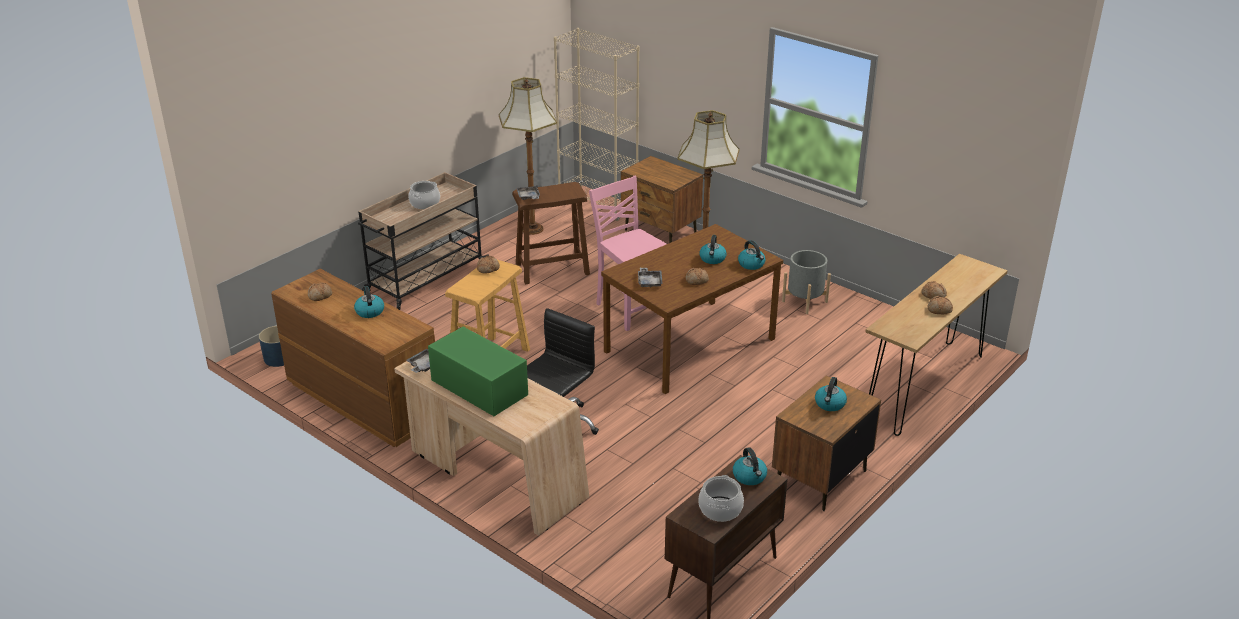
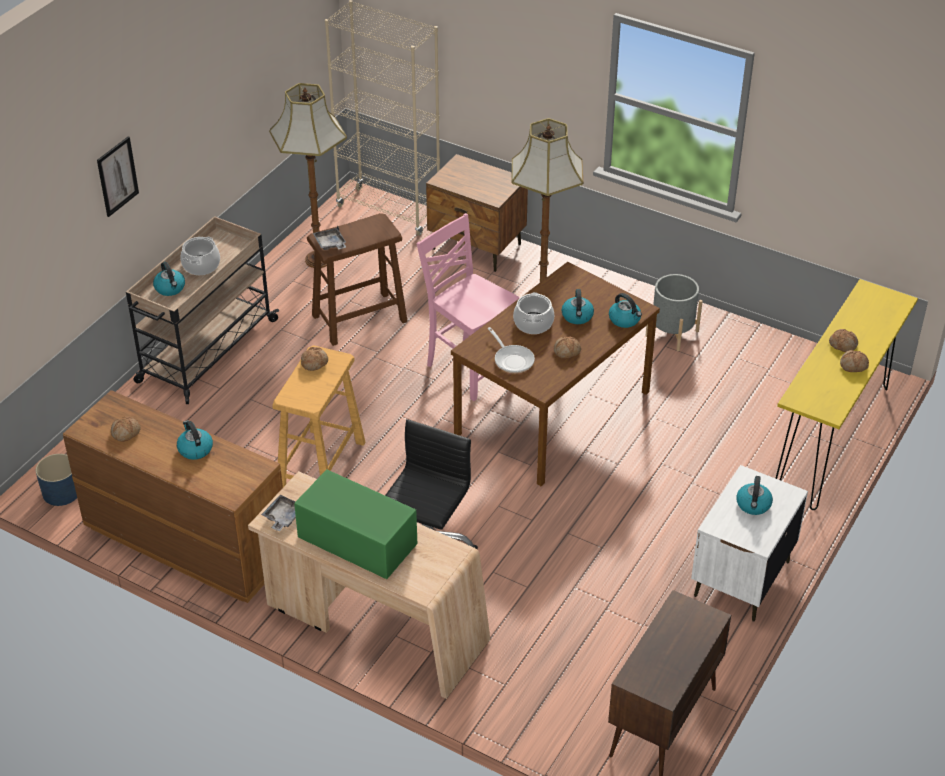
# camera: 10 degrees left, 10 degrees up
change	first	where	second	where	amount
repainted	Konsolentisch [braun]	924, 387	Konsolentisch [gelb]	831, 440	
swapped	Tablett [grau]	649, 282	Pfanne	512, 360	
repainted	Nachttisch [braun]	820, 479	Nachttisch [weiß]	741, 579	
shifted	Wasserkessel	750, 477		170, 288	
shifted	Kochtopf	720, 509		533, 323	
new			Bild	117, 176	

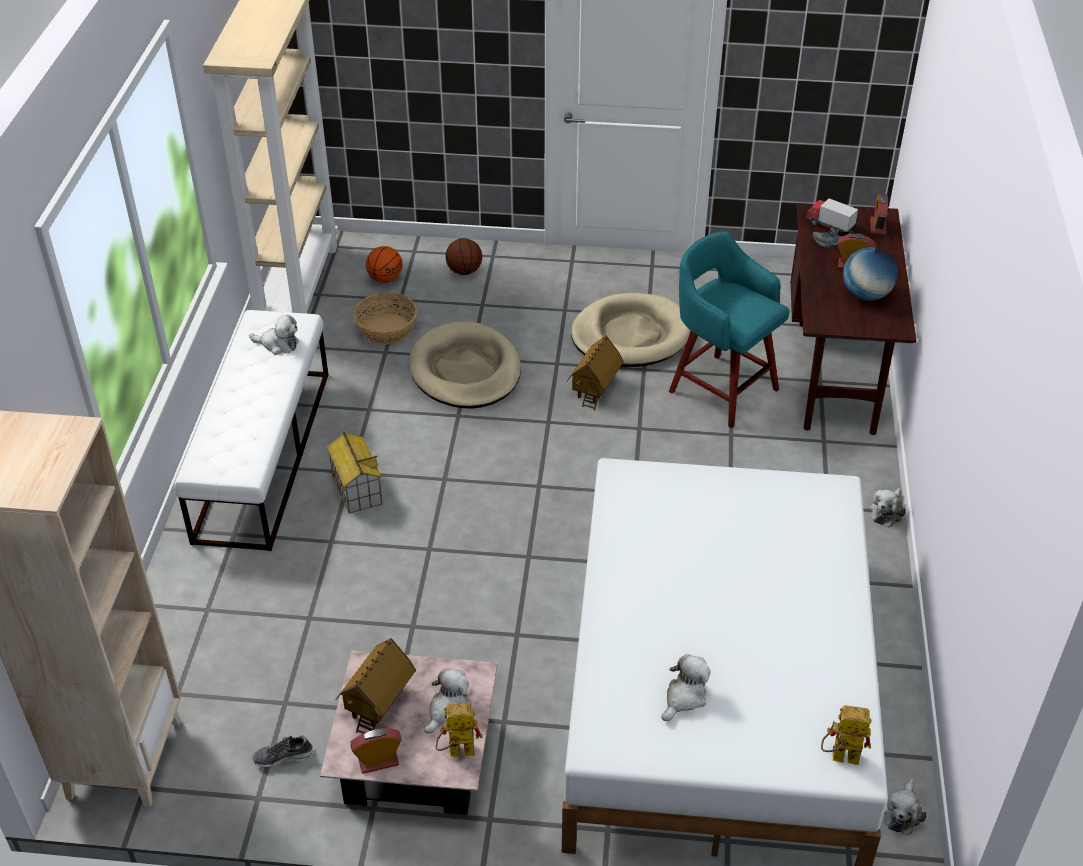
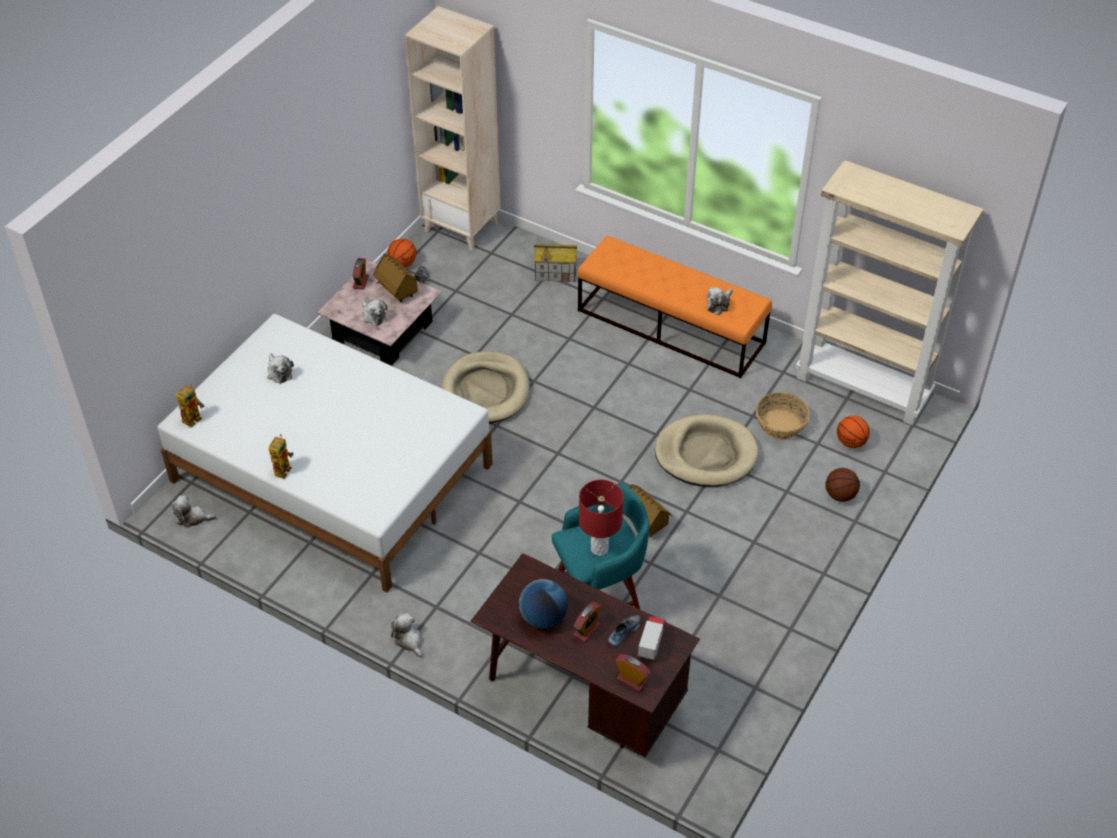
# camera: 115 degrees right, 5 degrees up
change	first	where	second	where	amount
rotated	Spielzeuglaster	829, 226		651, 643	45 degrees counterclockwise
shifted	Hundebett [beige]	630, 335		485, 391	
repainted	Bank [weiß]	263, 454	Bank [orange]	671, 327	
shifted	Spielzeughaus	356, 489		556, 273	
shifted	Spielzeugroboter	455, 752		283, 468	
rotated	Plüschtier	901, 812		192, 518	45 degrees counterclockwise
new			Basketball	402, 263	
new			Tischlampe [rot]	599, 548	

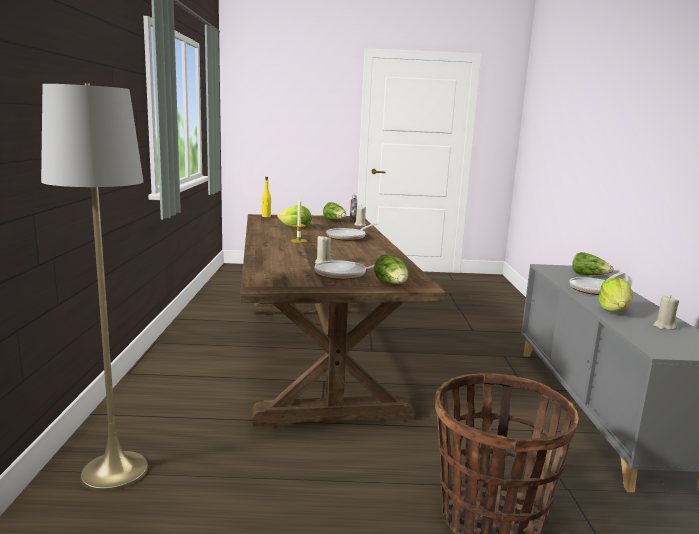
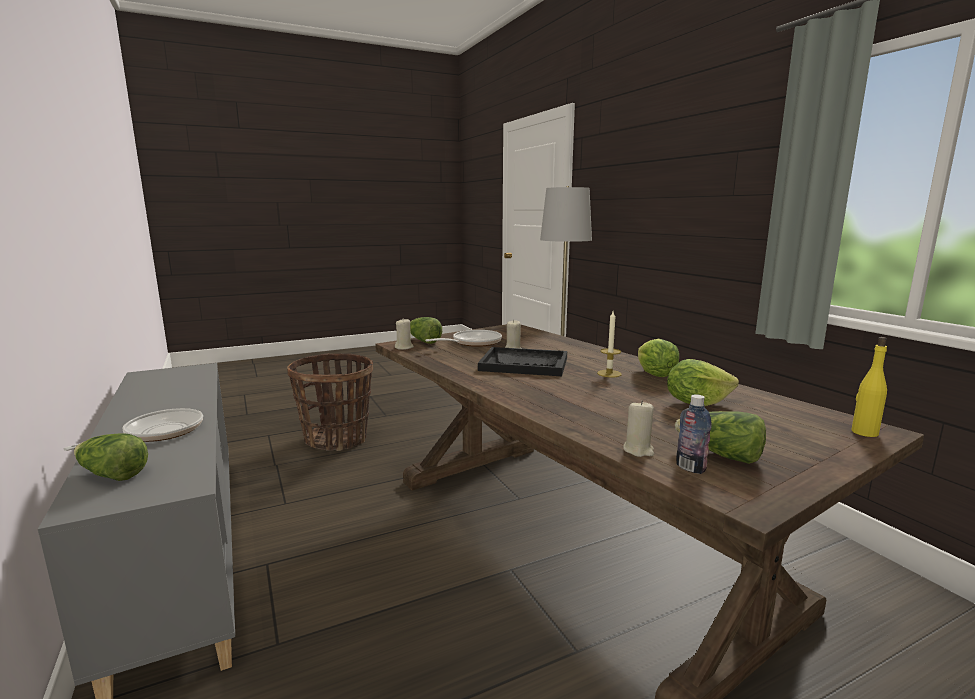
# camera: 155 degrees right, 0 degrees up
change	first	where	second	where	amount
gone	Pfanne	348, 237			
shifted	Salatkopf	614, 311		655, 375	
shifted	Kerze [beige]	664, 326		404, 347	
new			Tablett [schwarz]	524, 364	

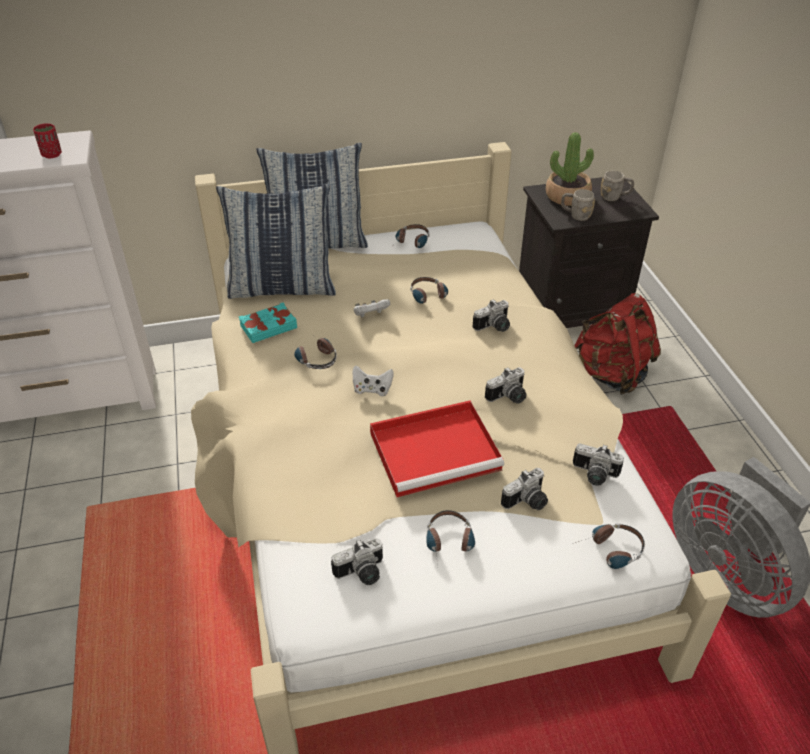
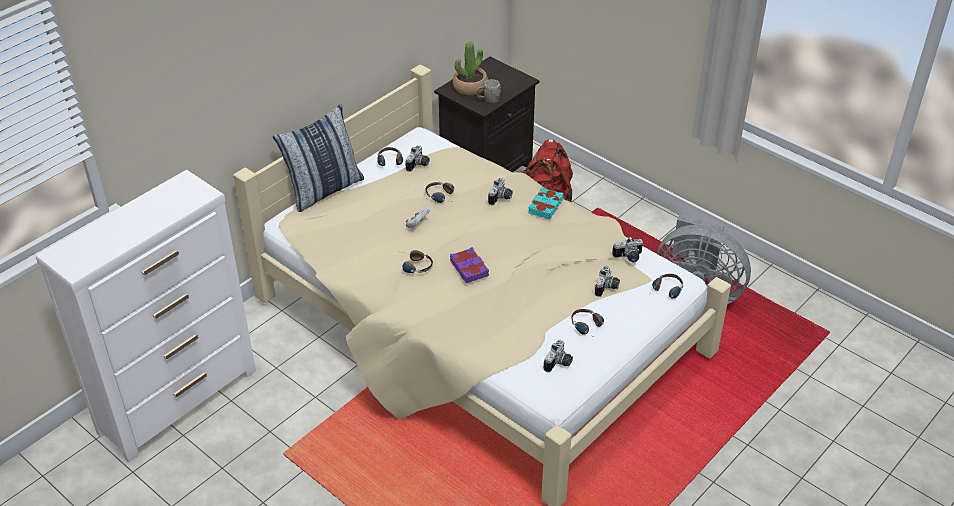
# camera: 35 degrees left, 0 degrees up
change	first	where	second	where	amount
gone	Tasse [rot]	52, 155			
gone	Henkelbecher [grau]	614, 197			
gone	Kissen	282, 287			
shifted	Buch [türkis]	268, 326		545, 206	
swapped	Gamepad [weiß]	372, 389	Buch [lila]	469, 268	
shifted	Kamera	509, 397		419, 165	
gone	Tablett [rot]	437, 450			

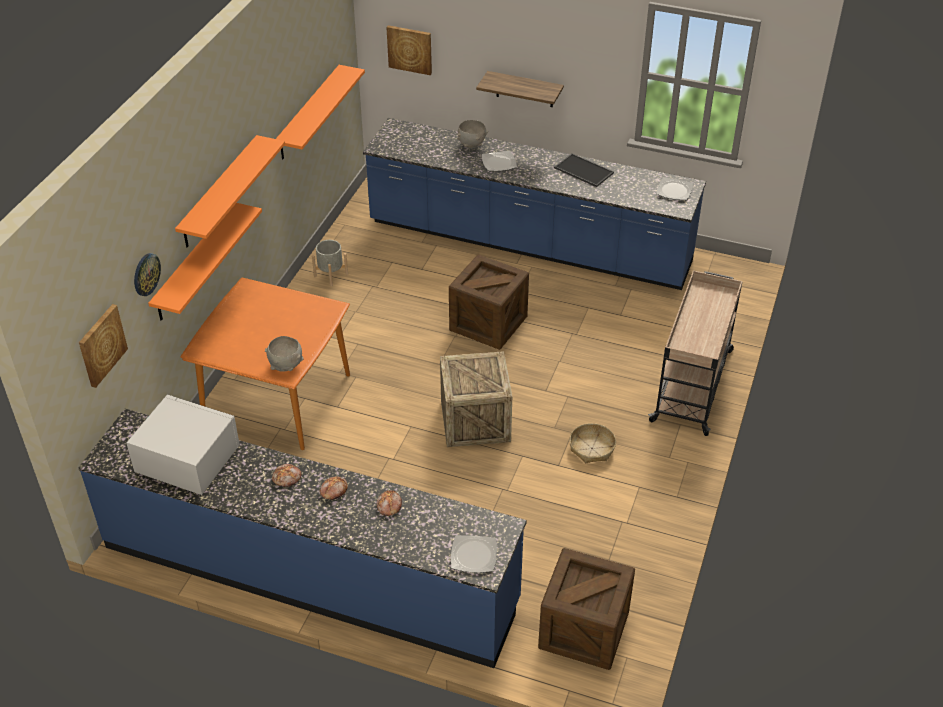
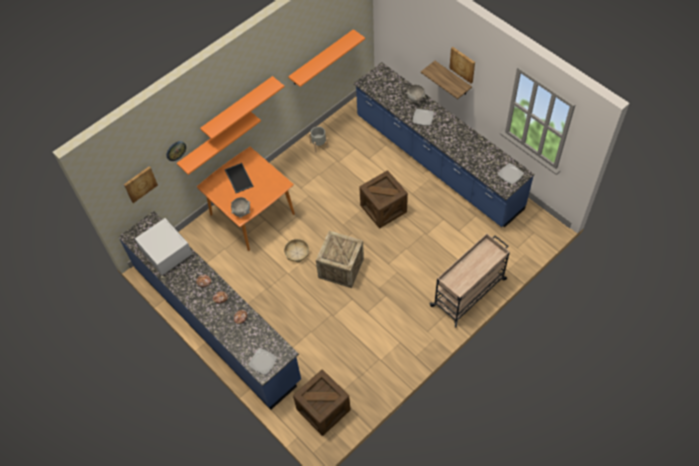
# camera: 30 degrees right, 15 degrees up
change	first	where	second	where	amount
shifted	Bild	410, 49		462, 64	
shifted	Tablett	582, 170		238, 178	
shifted	Korb	592, 448		297, 253	

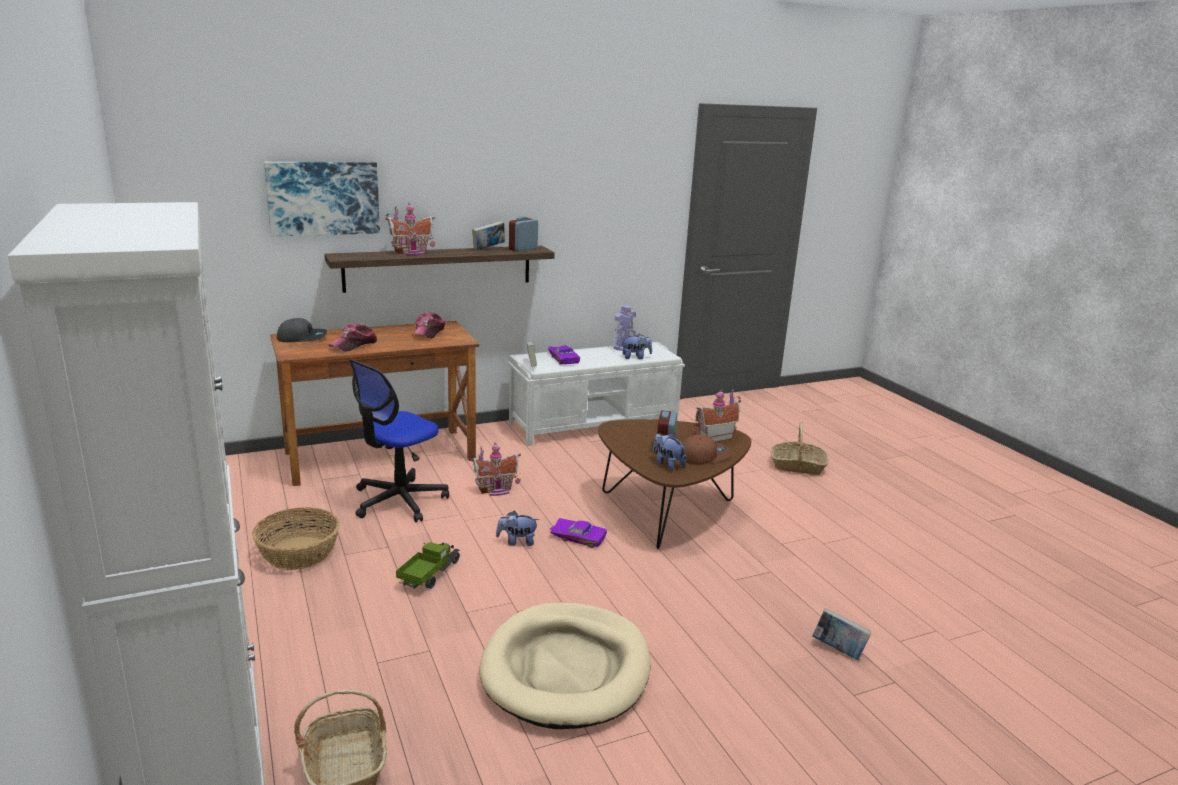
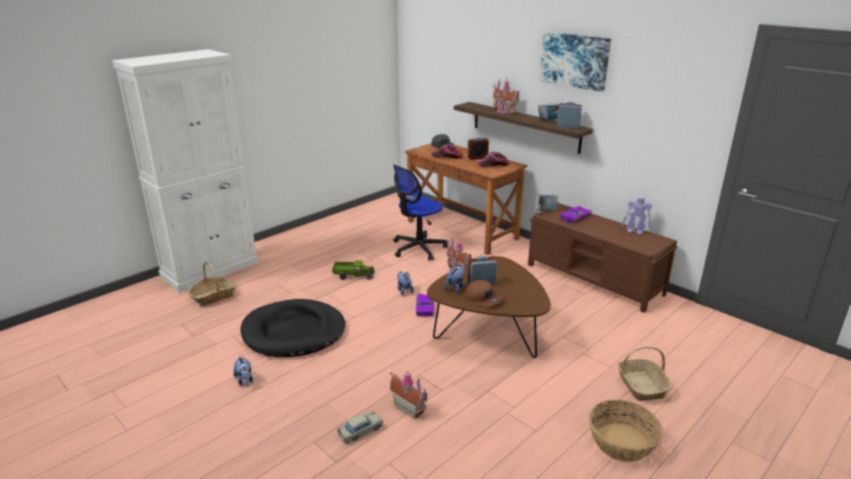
# camera: 70 degrees right, 5 degrees up
change	first	where	second	where	amount
shifted	Bild	323, 198		574, 60	
shifted	Plüschtier	635, 357		245, 381	
repainted	Bank [weiß]	595, 424	Bank [braun]	594, 279	
rotated	Bürostuhl	399, 500		418, 248	60 degrees counterclockwise
shifted	Spielzeughaus	713, 437		410, 407	
shifted	Korb	299, 553		621, 442	
repainted	Hundebett [beige]	566, 669	Hundebett [schwarz]	294, 332	
swapped	Buch	838, 650	Spielzeugauto [beige]	360, 431	
new			Wecker	477, 158	

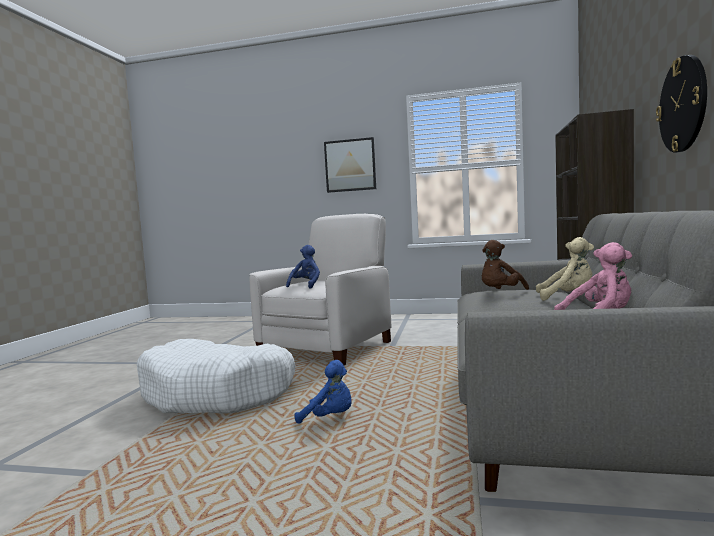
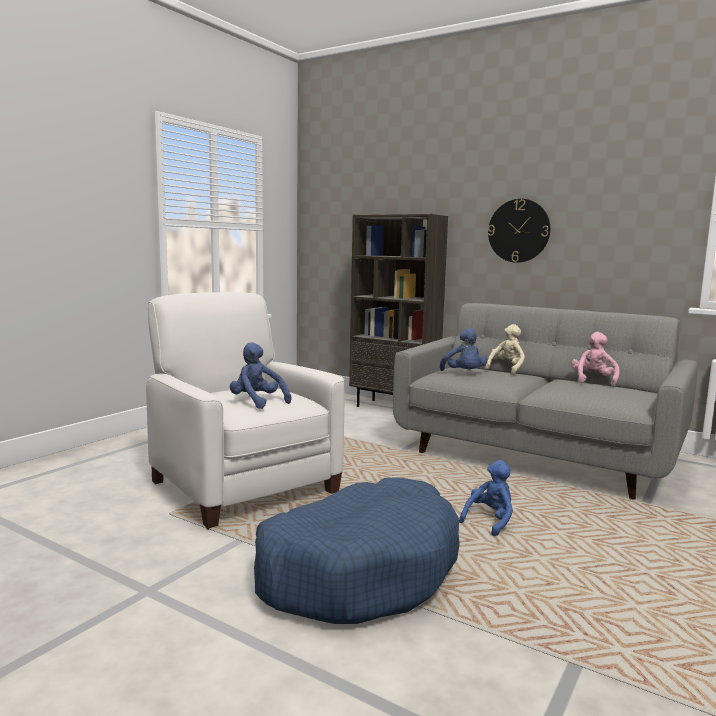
# camera: 70 degrees left, 5 degrees up
change	first	where	second	where	amount
gone	Bild	350, 165			
repainted	Plüschtier [braun]	500, 293	Plüschtier [blau]	464, 374	
repainted	Hundebett [weiß]	218, 394	Hundebett [blau]	358, 571	

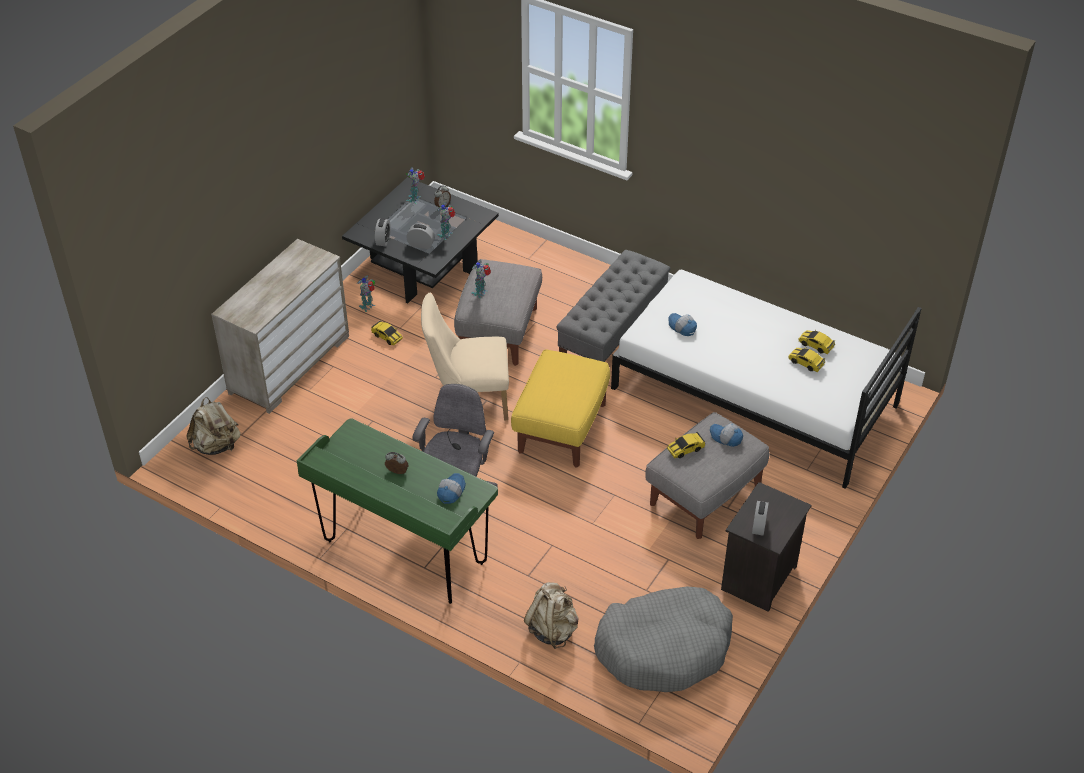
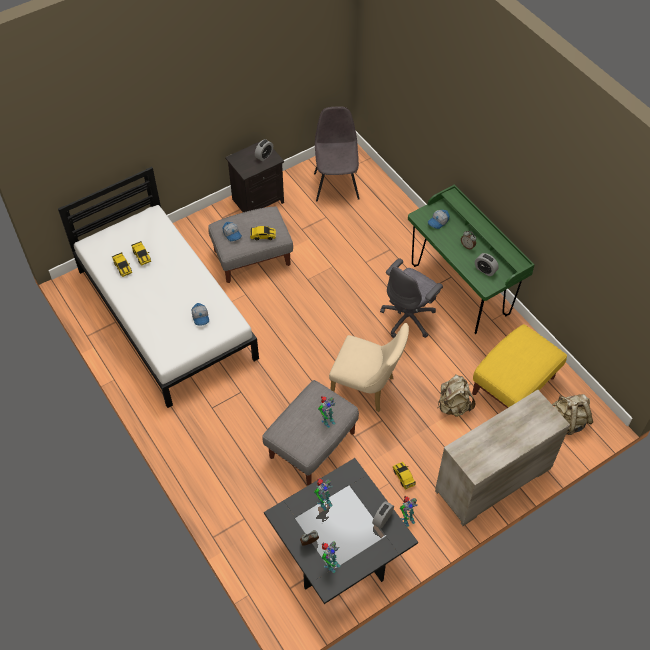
# camera: 155 degrees left, 10 degrees up
change	first	where	second	where	amount
shifted	Wecker	421, 245		485, 270	
gone	Bank [grau]	612, 338			
shifted	Polsterhocker [gelb]	562, 427		513, 386	
shifted	Rucksack [beige]	552, 629		453, 405	
swapped	Hundebett [grau]	664, 648	Stuhl [grau]	336, 185	

